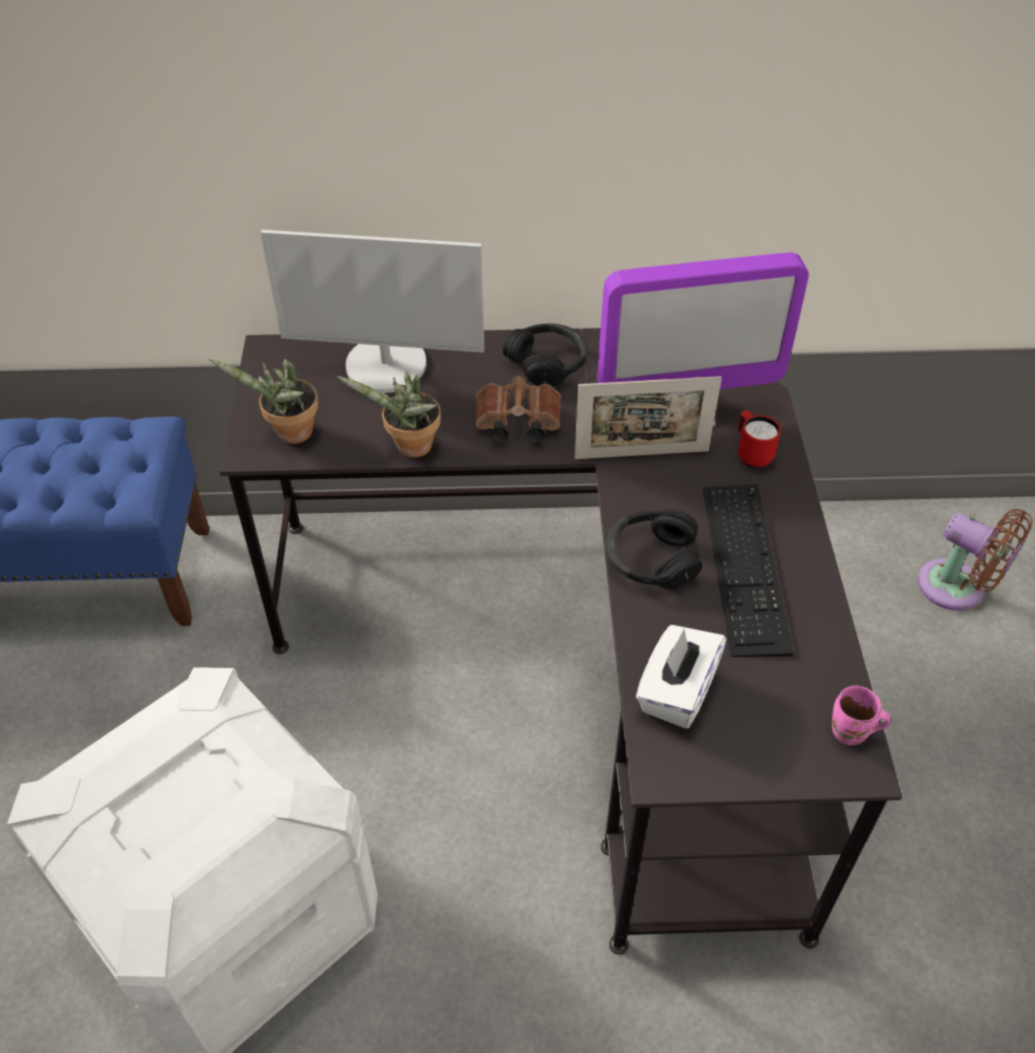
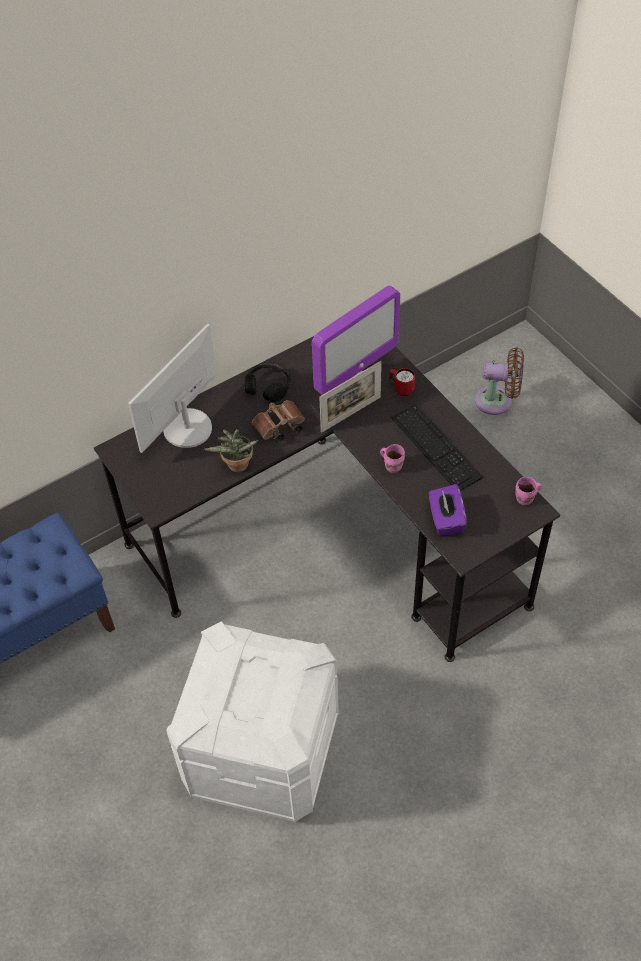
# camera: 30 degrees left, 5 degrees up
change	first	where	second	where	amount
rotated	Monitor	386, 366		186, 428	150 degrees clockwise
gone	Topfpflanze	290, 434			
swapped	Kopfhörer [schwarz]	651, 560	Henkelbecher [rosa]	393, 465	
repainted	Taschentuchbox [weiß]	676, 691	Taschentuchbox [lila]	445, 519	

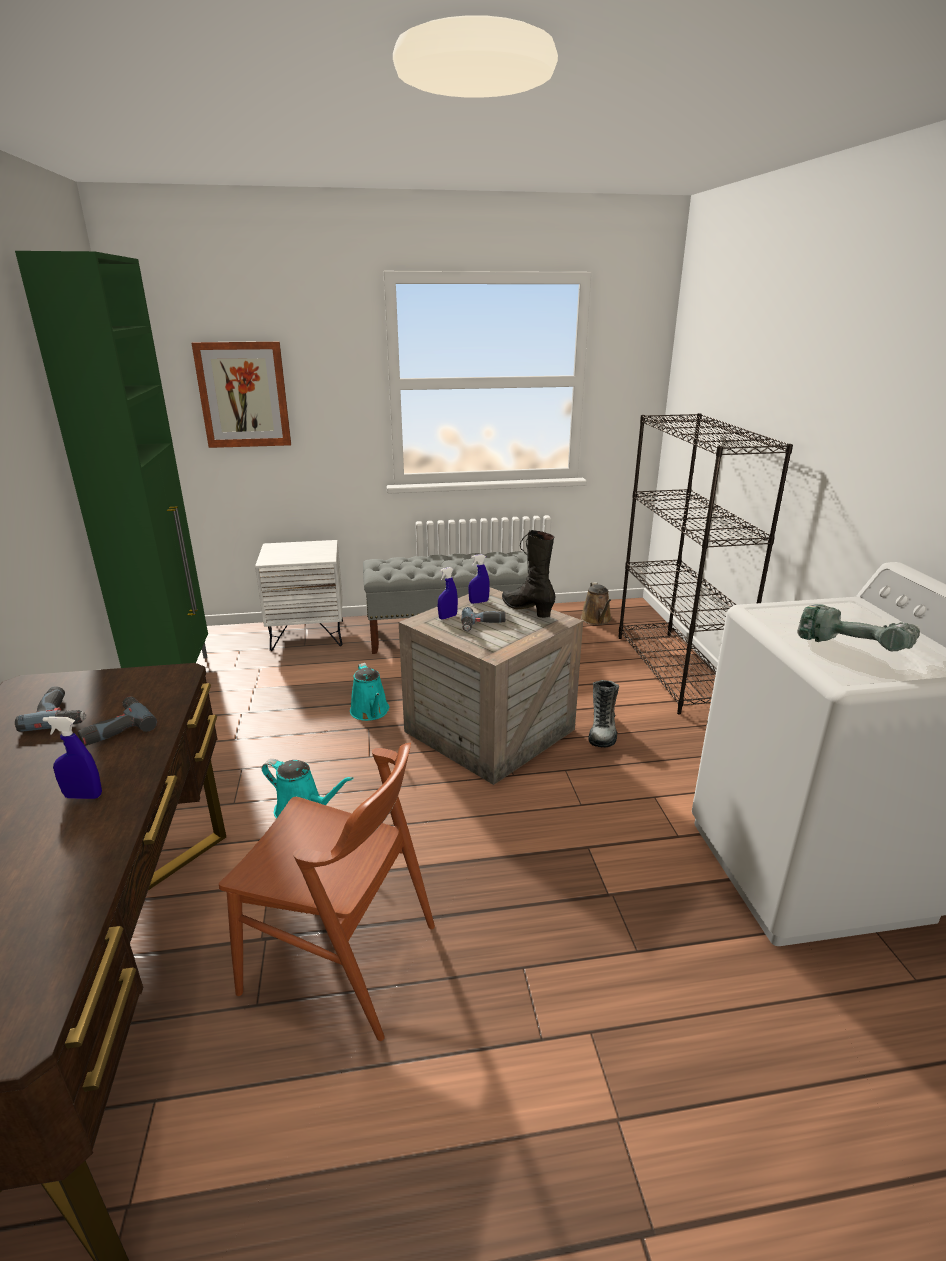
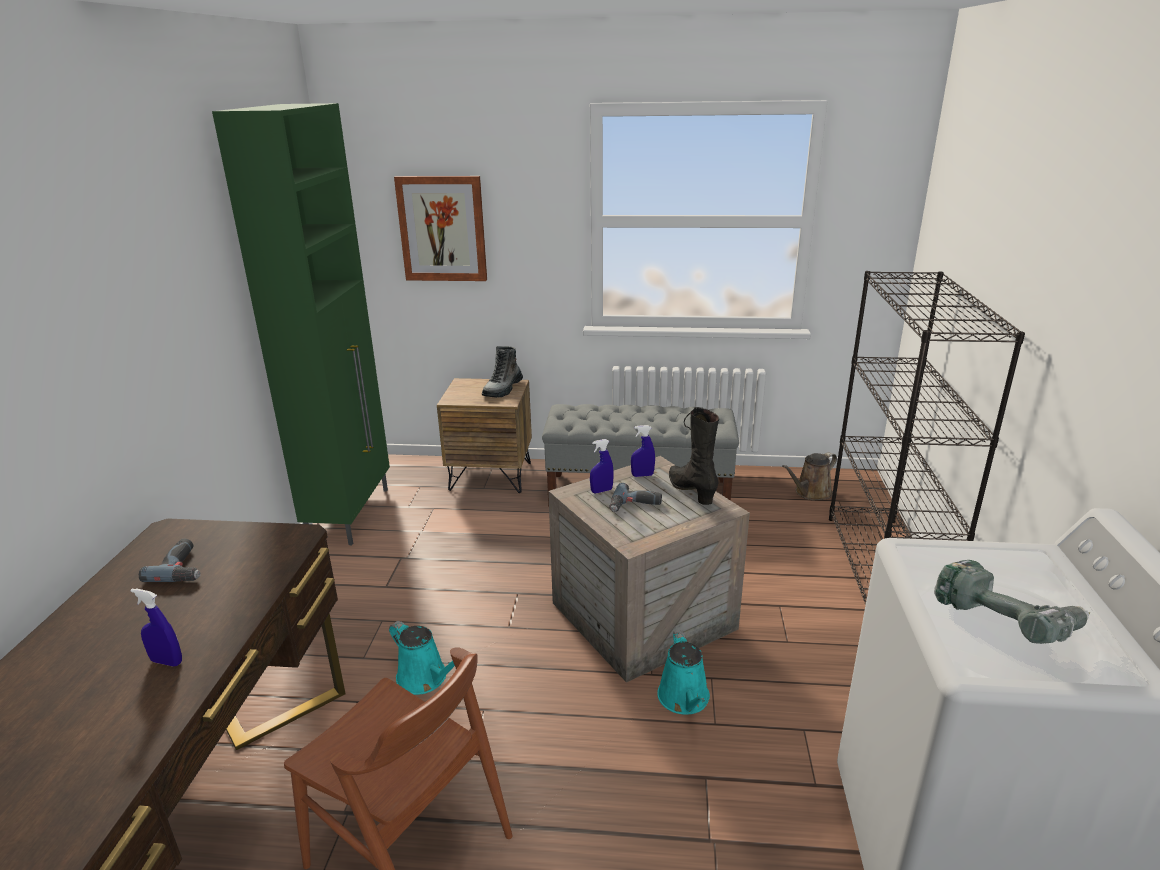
# camera: 15 degrees right, 0 degrees up
change	first	where	second	where	amount
repainted	Nachttisch [weiß]	308, 635	Nachttisch [braun]	491, 476	
rotated	Gießkanne [braun]	597, 620		810, 493	45 degrees clockwise
shifted	Gießkanne [türkis]	370, 712		684, 699	
shifted	Stiefel	602, 730		503, 389	
gone	Bohrmaschine	115, 728			

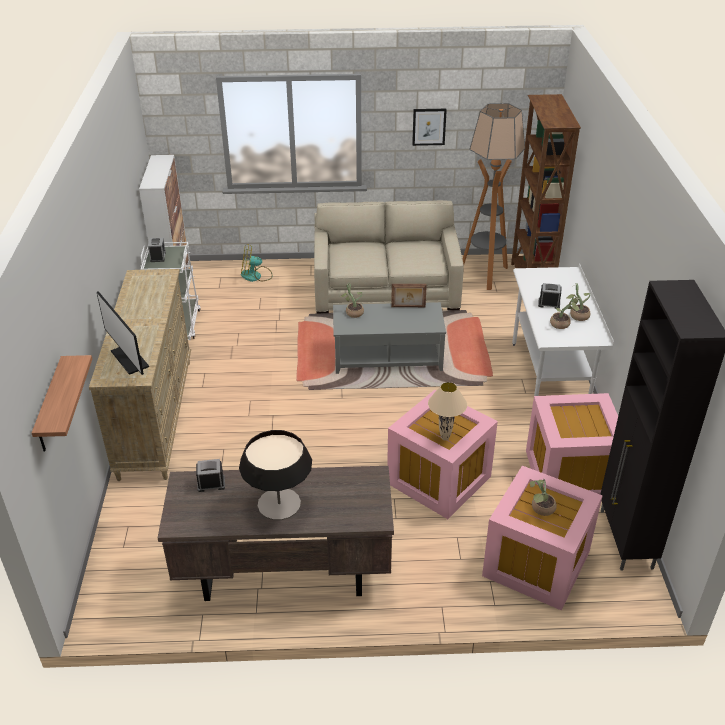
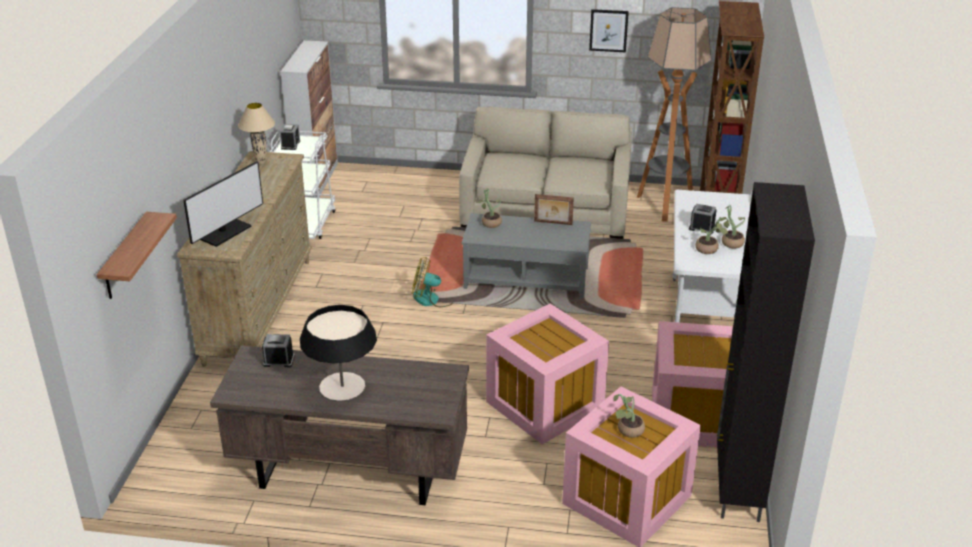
# camera: 10 degrees right, 5 degrees down
change	first	where	second	where	amount
shifted	Ventilator	256, 276		432, 299	
rotated	Monitor	130, 359		226, 233	120 degrees counterclockwise
shifted	Tischlampe [beige]	444, 438		261, 162	

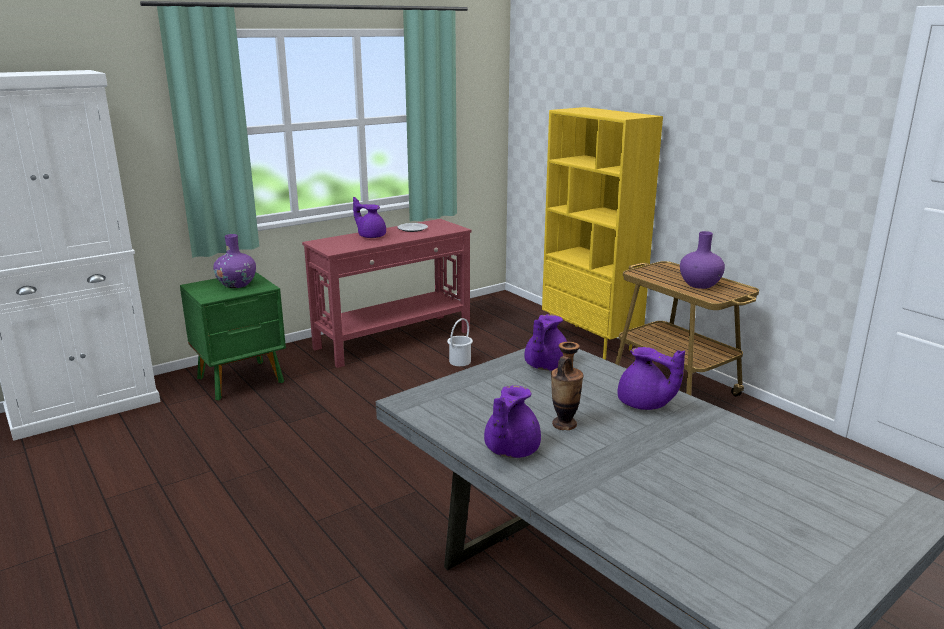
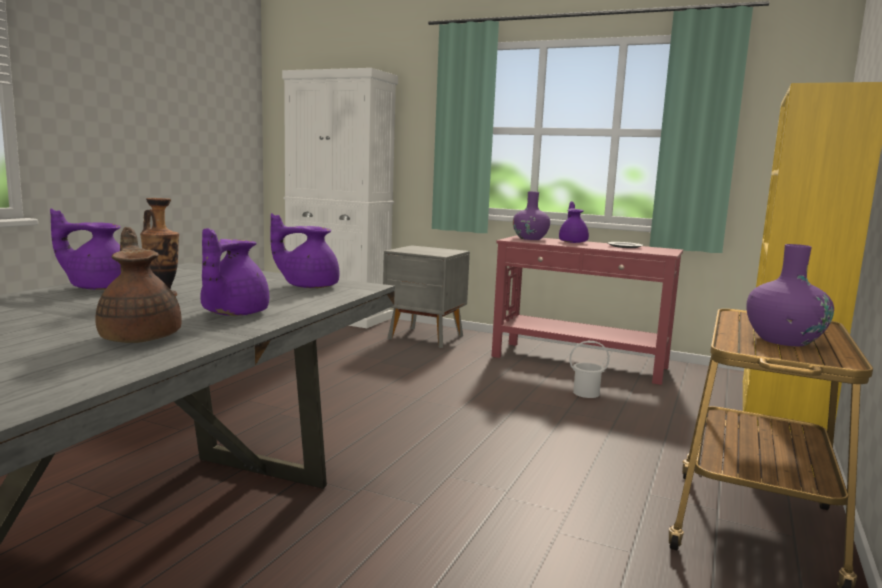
# camera: 60 degrees right, 10 degrees down
change	first	where	second	where	amount
shifted	Vase [lila]	237, 284		530, 238	
repainted	Nachttisch [grün]	242, 380	Nachttisch [grau]	426, 338	
new			Teekanne [braun]	141, 337	

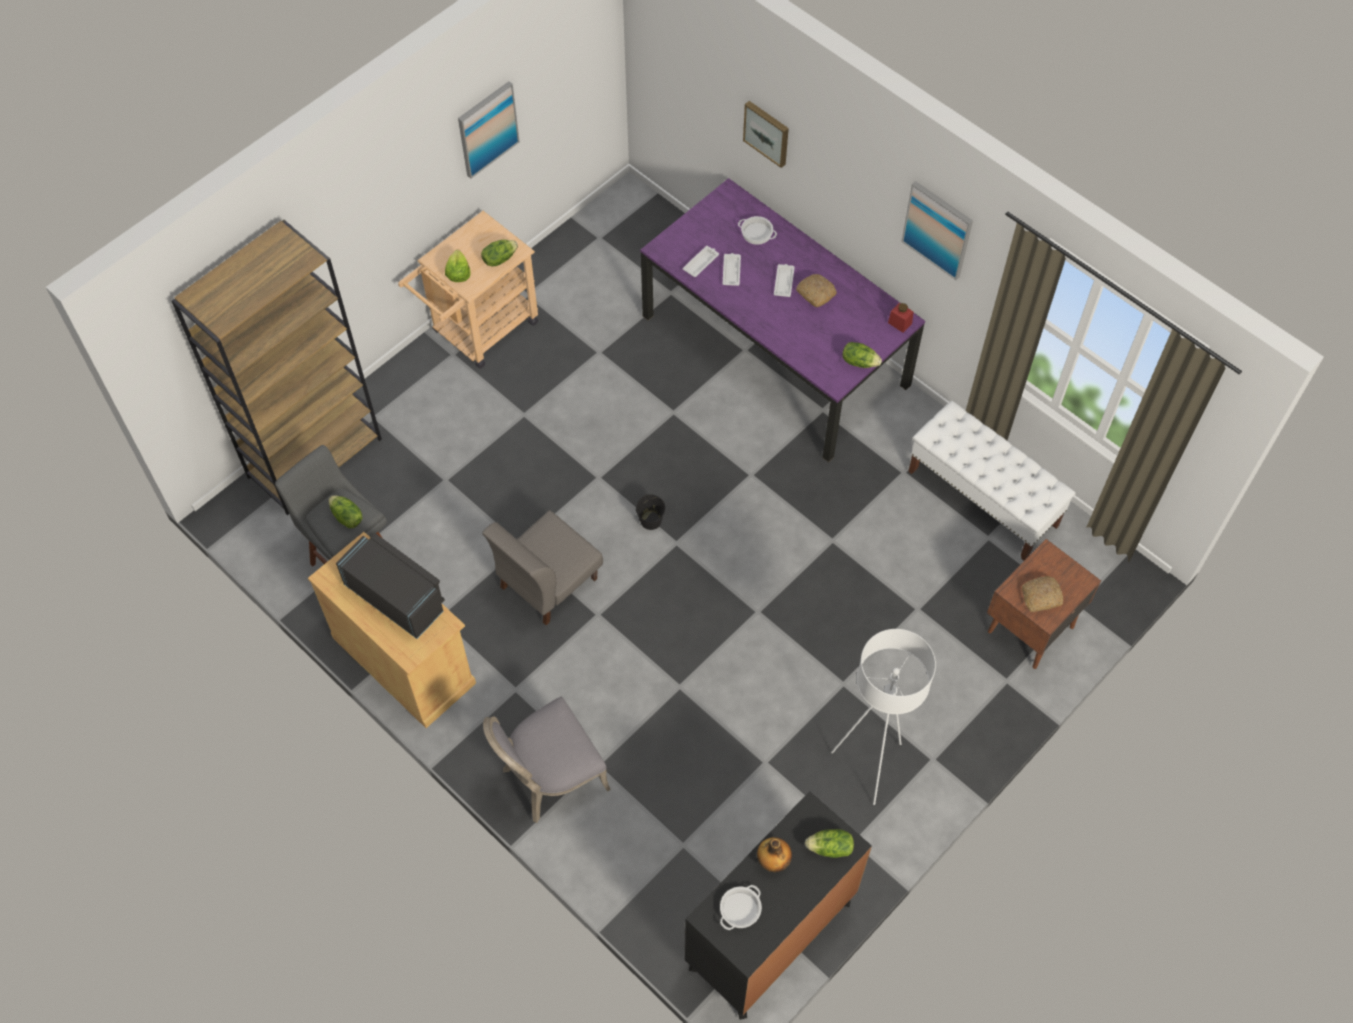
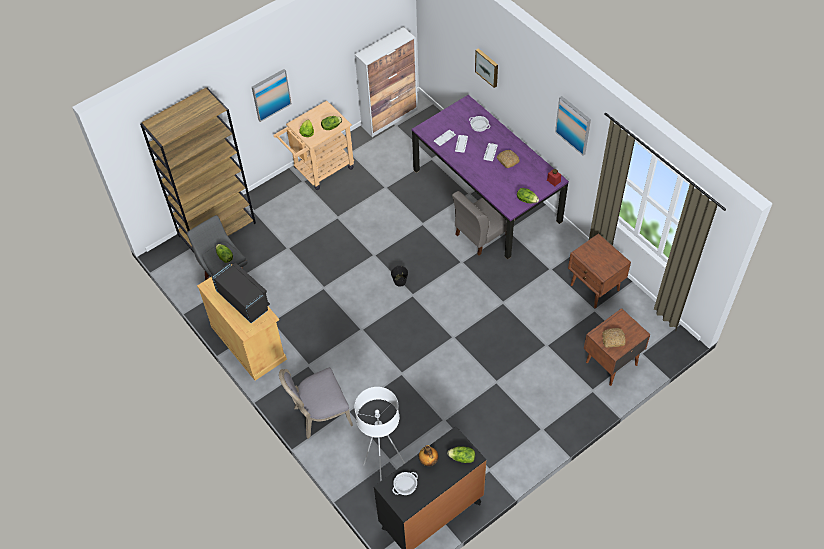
# camera: 10 degrees right, 5 degrees down
change	first	where	second	where	amount
shifted	Bild	487, 129		271, 94	
swapped	Bank [weiß]	983, 499	Nachttisch [braun]	595, 288	
shifted	Stuhl [grau]	547, 583		481, 235	
shifted	Stehlampe [weiß]	869, 766		384, 475	
new			Schrank	390, 118	

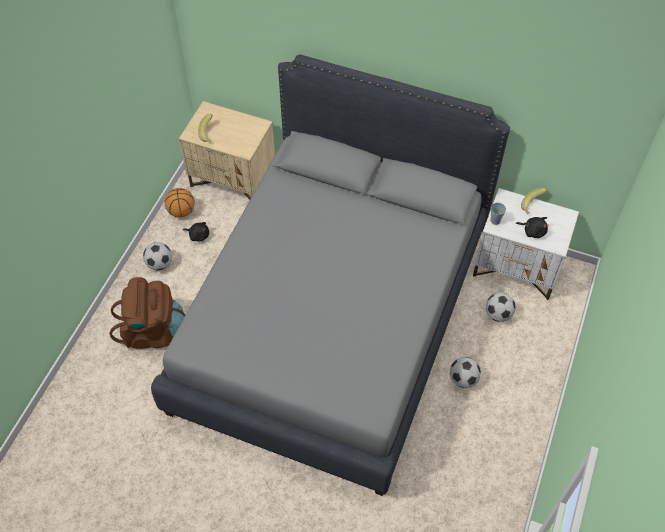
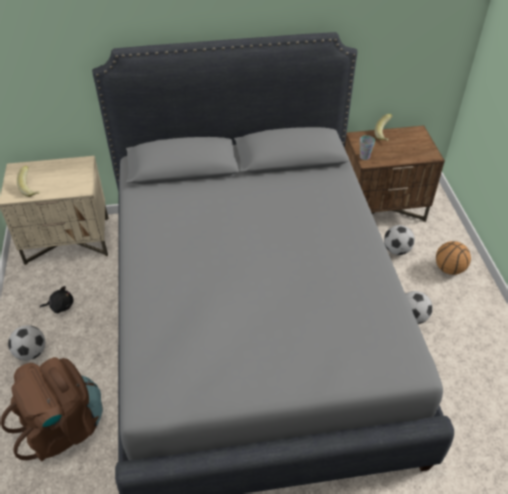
# camera: 30 degrees left, 10 degrees down
change	first	where	second	where	amount
shifted	Basketball	182, 211		449, 268	
repainted	Nachttisch [weiß]	517, 267	Nachttisch [braun]	381, 207	
gone	Plüschtier [schwarz]	533, 231			

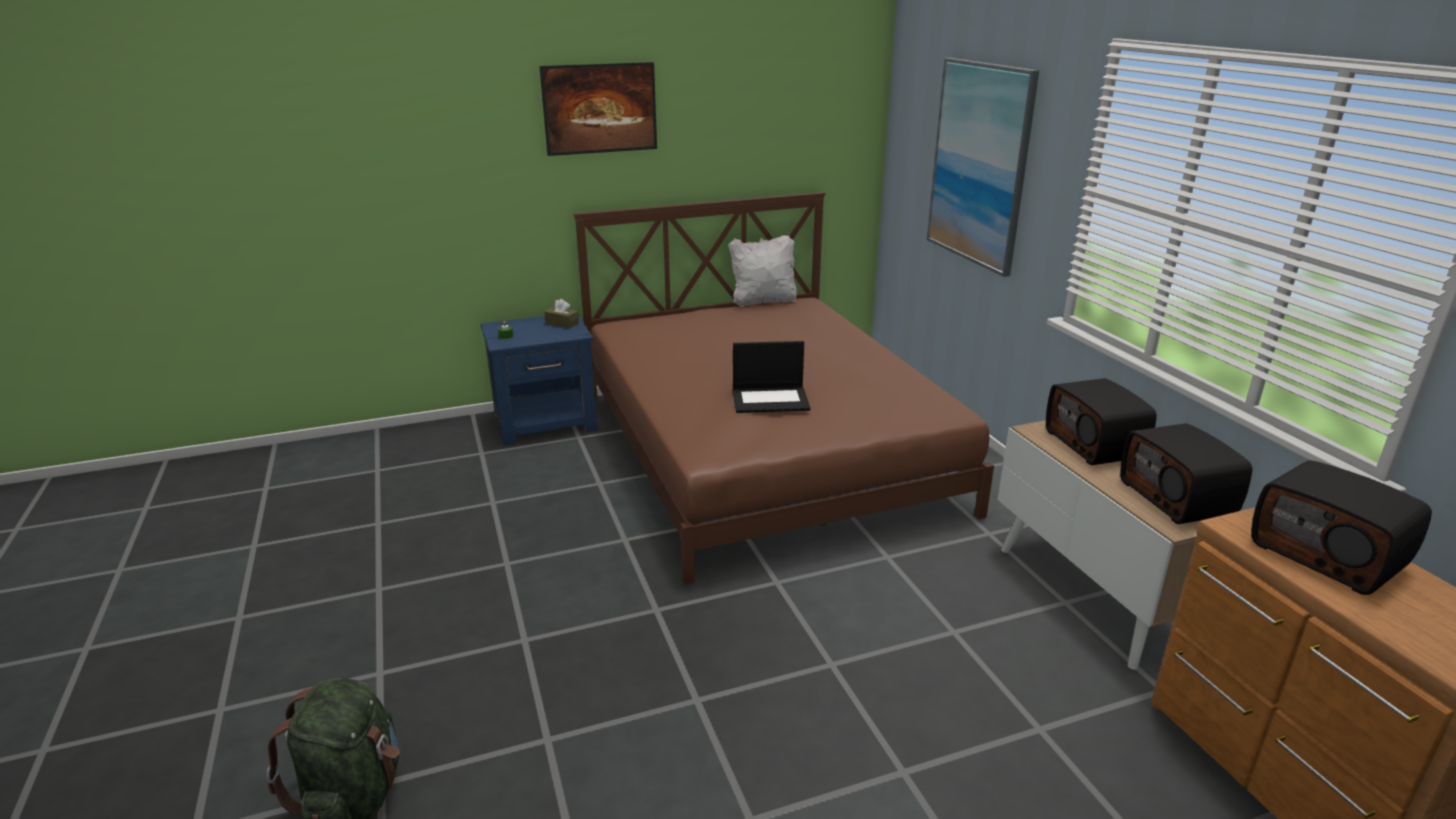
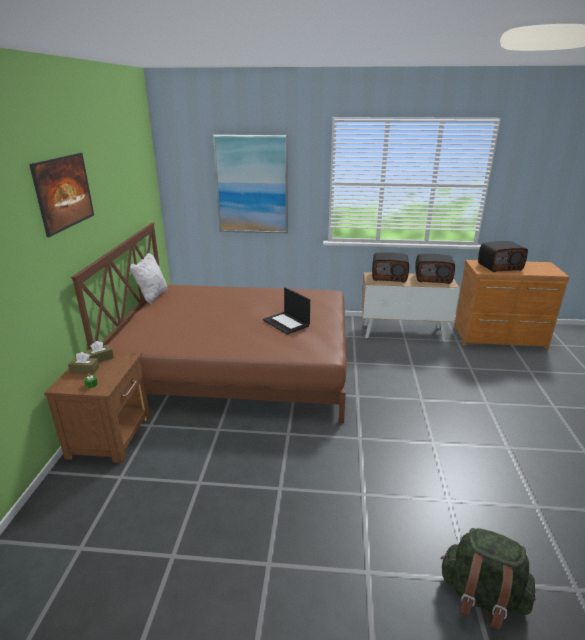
# camera: 65 degrees left, 0 degrees up
change	first	where	second	where	amount
repainted	Nachttisch [blau]	546, 422	Nachttisch [braun]	111, 435	
rotated	Laptop	771, 399		287, 323	120 degrees clockwise
new			Taschentuchbox [braun]	84, 370	

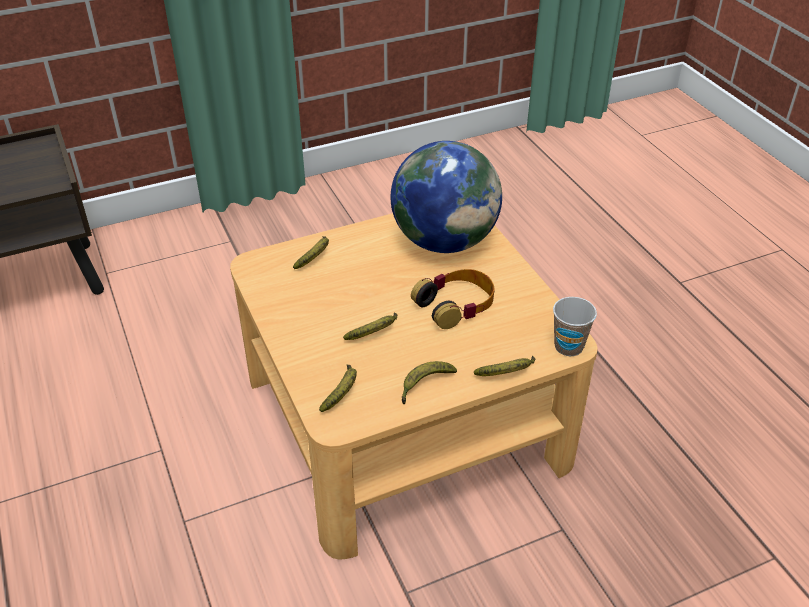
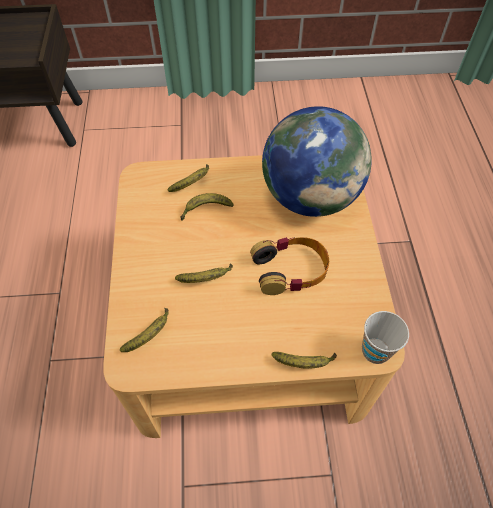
# camera: 20 degrees right, 15 degrees up
change	first	where	second	where	amount
shifted	Banane	425, 385		205, 210	

